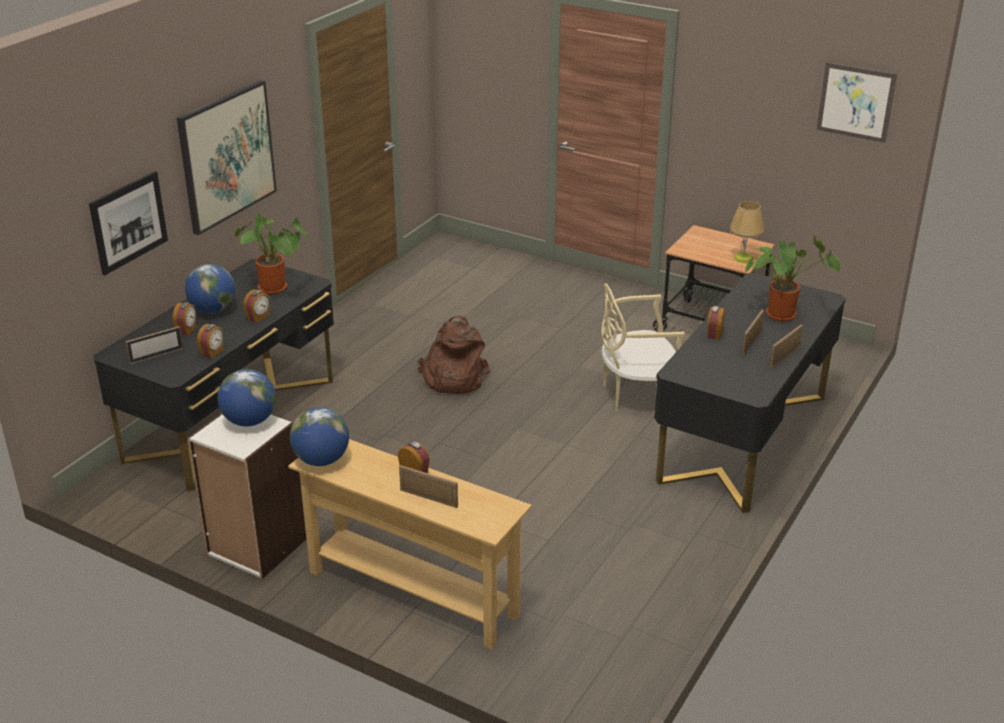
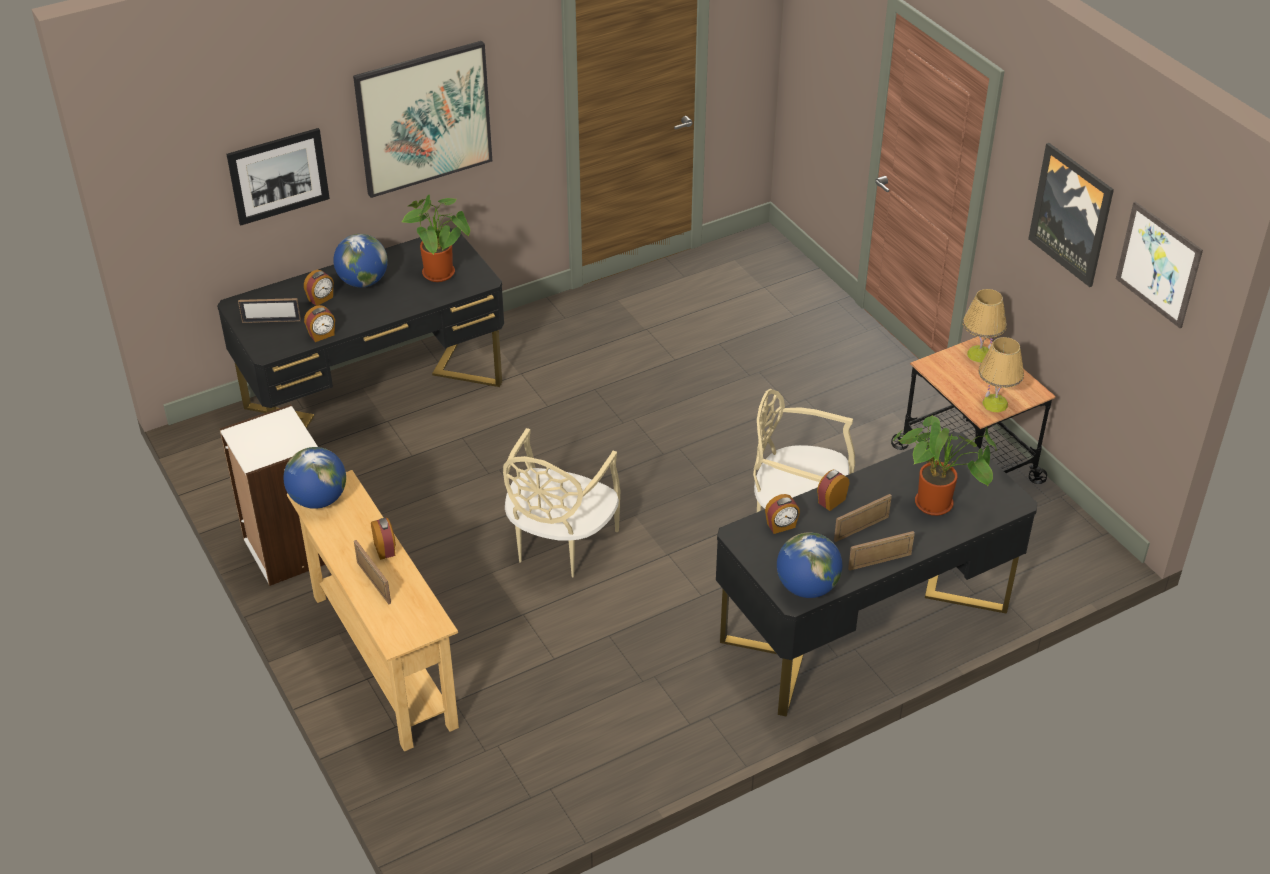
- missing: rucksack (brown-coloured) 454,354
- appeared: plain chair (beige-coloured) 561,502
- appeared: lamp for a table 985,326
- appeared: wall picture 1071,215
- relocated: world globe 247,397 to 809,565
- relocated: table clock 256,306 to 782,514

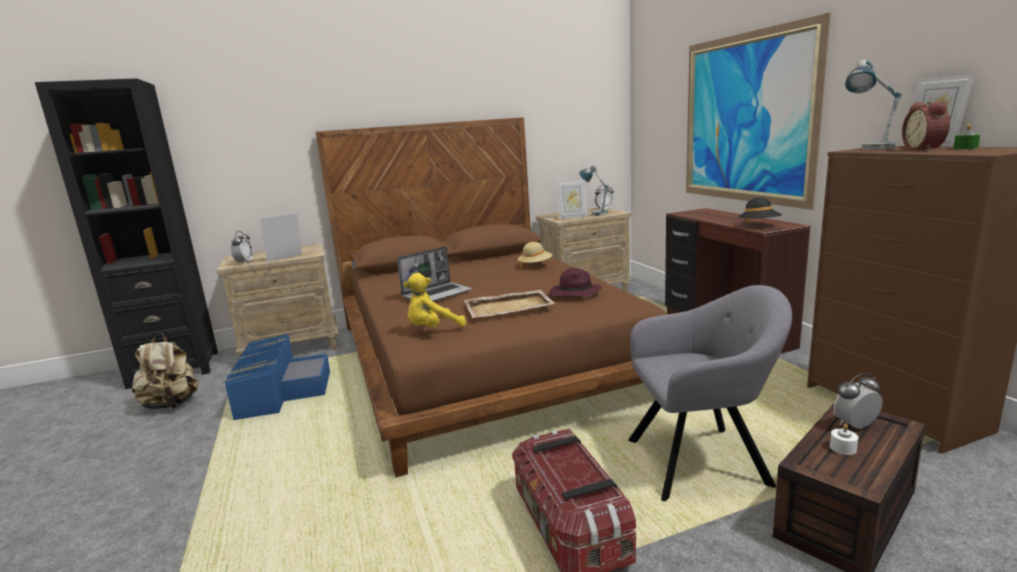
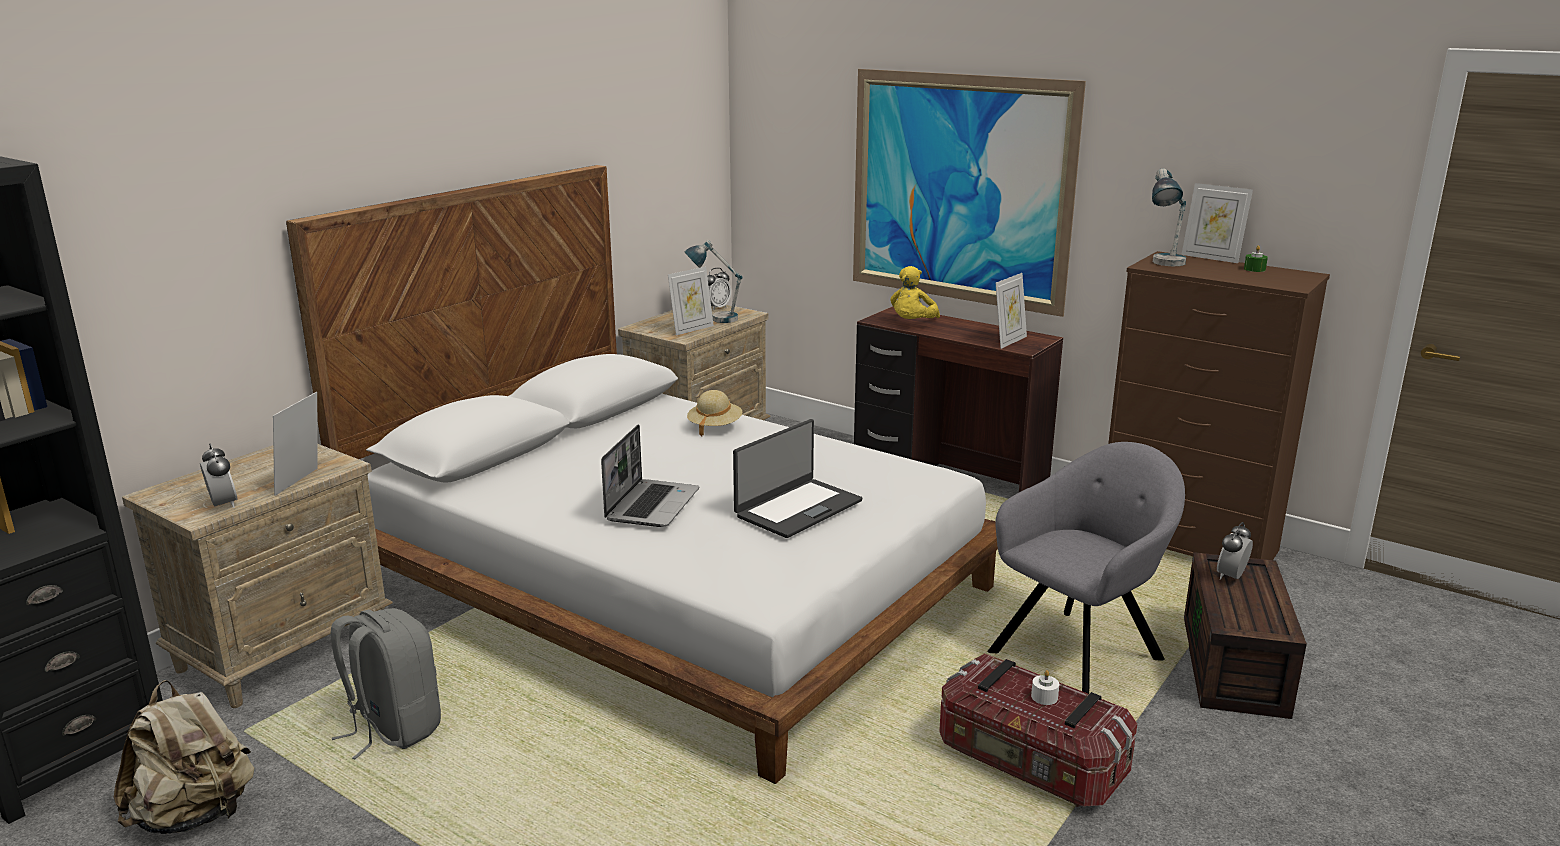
- missing: clothing hat (purple-coloured) 575,283
- missing: table clock 926,125
- relocated: plush toy (yellow-coloured) 435,300 to 915,292
- relocated: wax light (whitish) 844,439 to 1045,687
- exchanged: storage container (bluish) 277,377 to rucksack (greyish) 385,683
- exchanged: serving tray (beige-coloured) 509,304 to portable computer 797,478
- exchanged: clothing hat (black-coloured) 760,210 to picture frame 1011,311
- colour: bed (brown-coloured) 491,297 to bed (whitish) 642,474

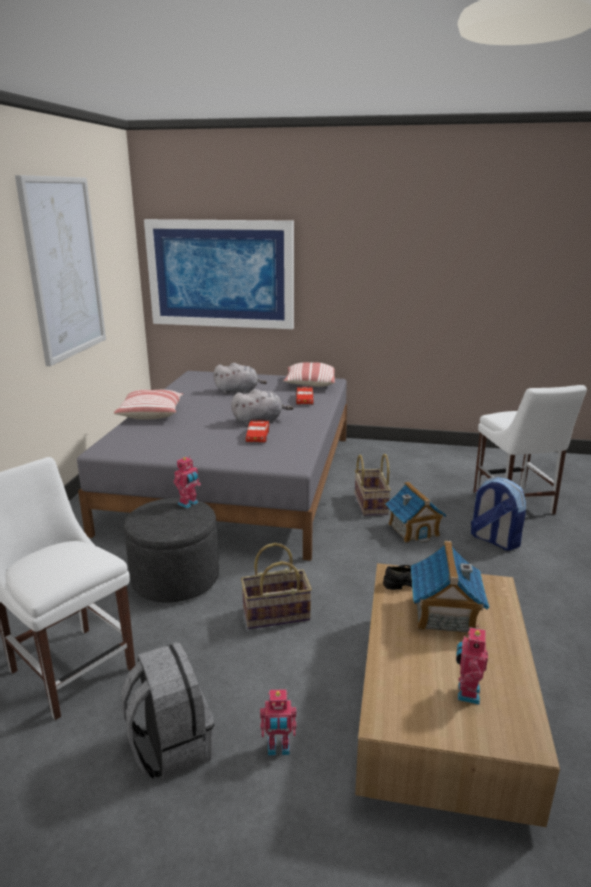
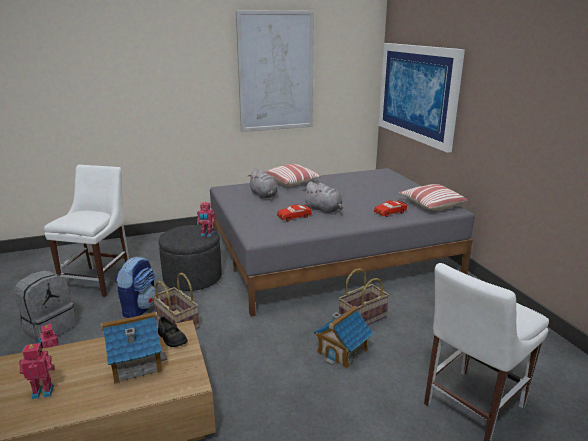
- relocated: plush toy (greyish) 240,378 to 263,183
- relocated: rucksack 498,514 to 135,287

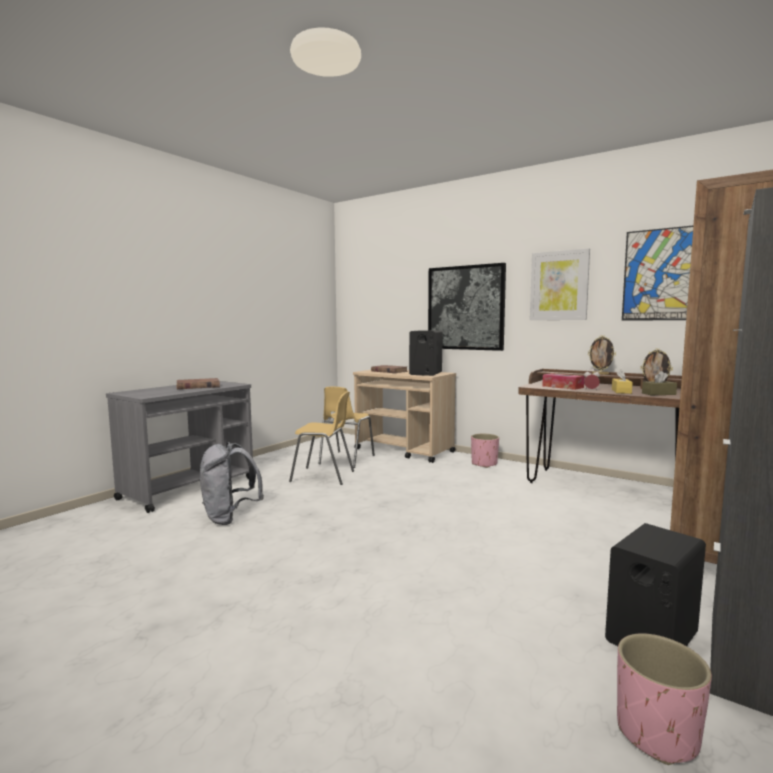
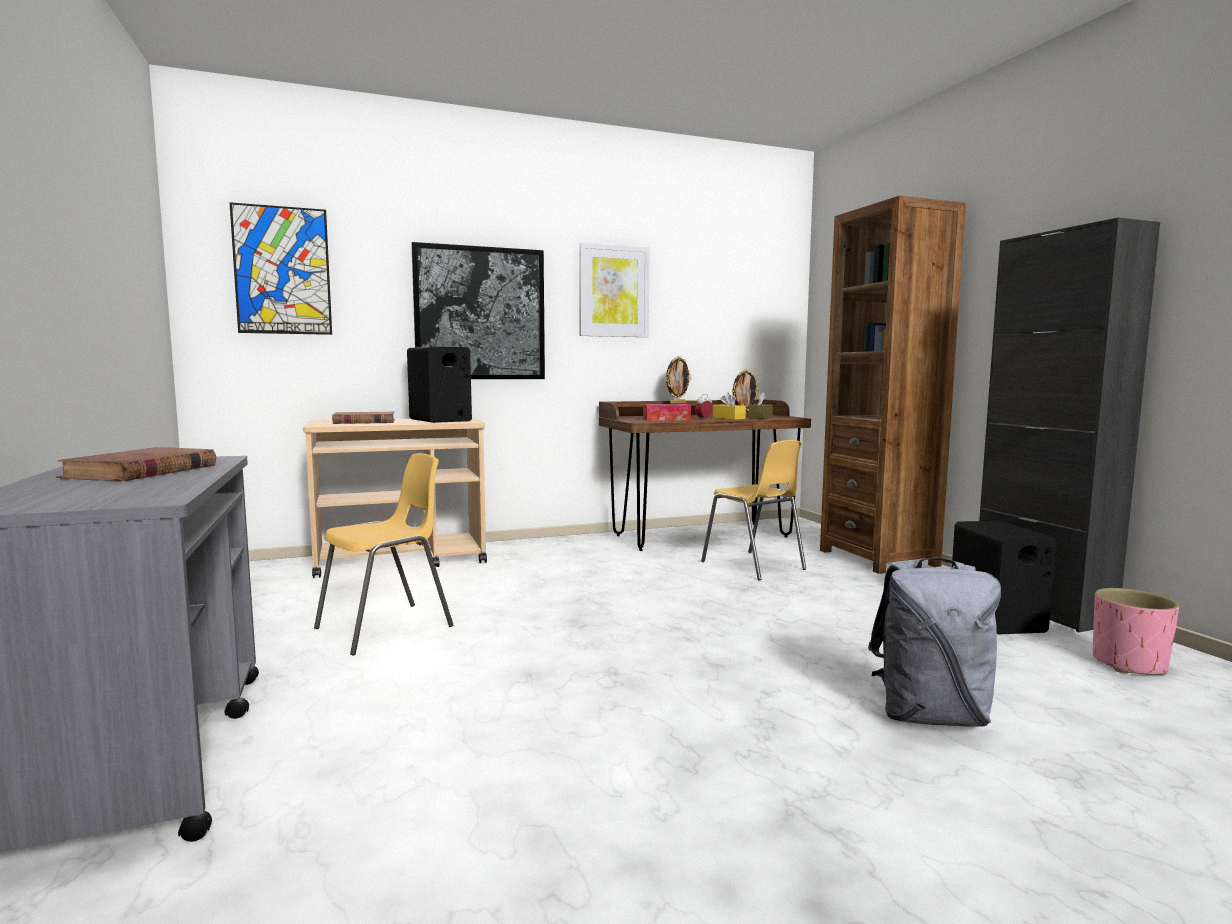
- missing: planter (pink-coloured) 485,451
- relocated: rucksack (greyish) 232,483 to 934,642
- relocated: plain chair (yellow-coloured) 347,427 to 753,510
- relocated: wall picture 657,273 to 280,268

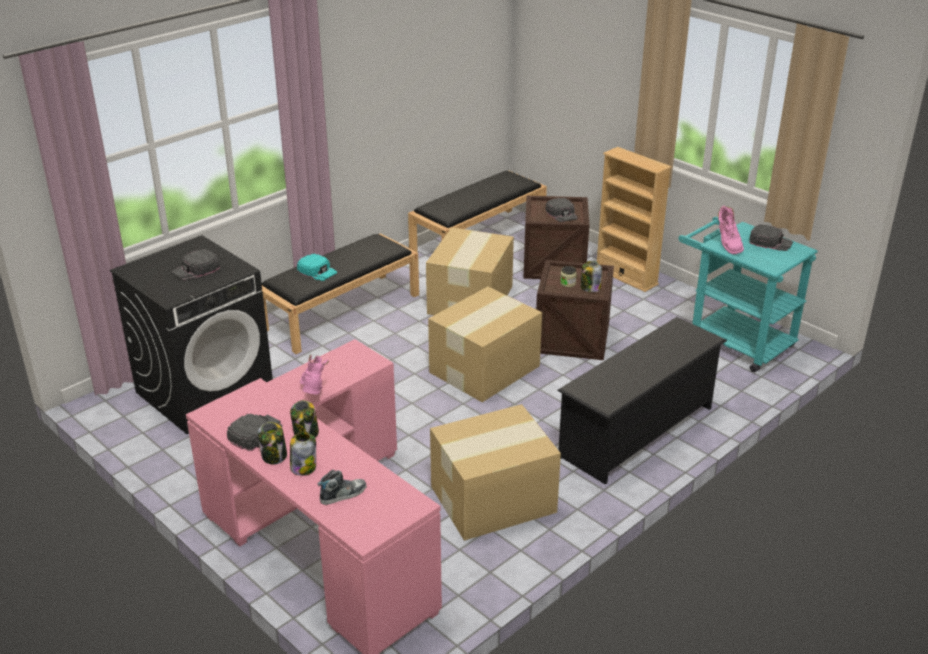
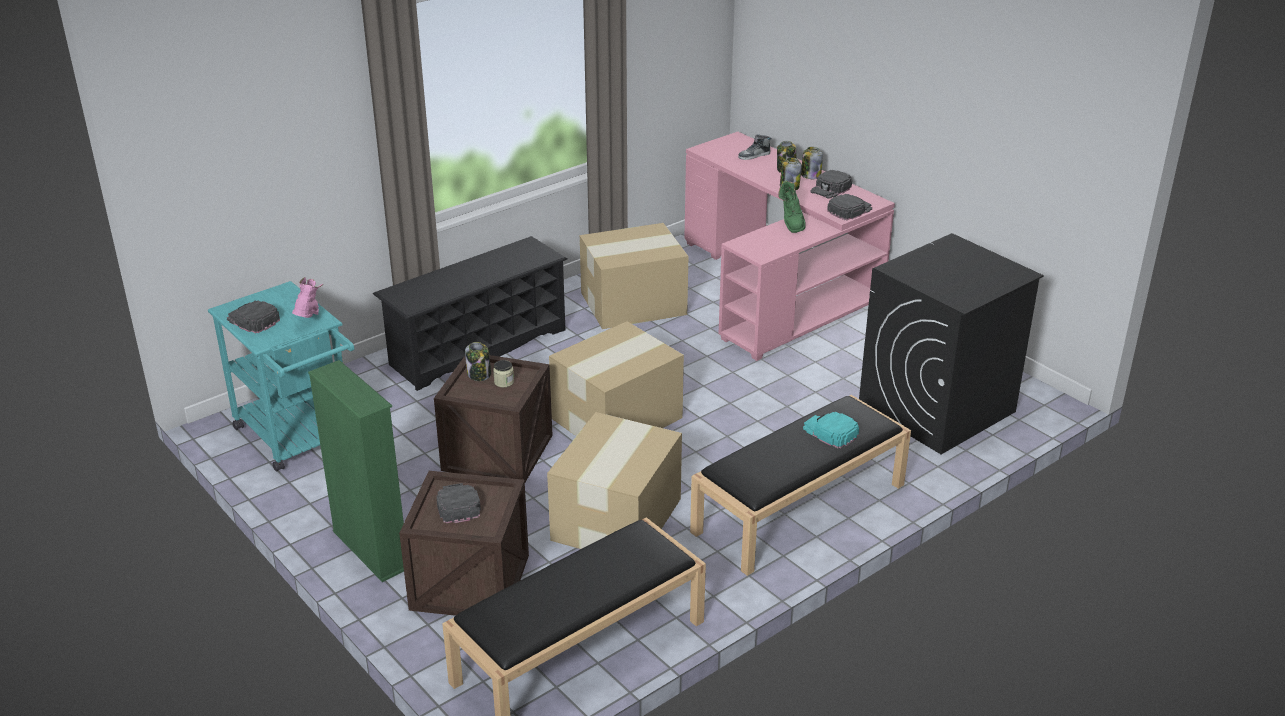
- relocated: peaked cap (black-coloured) 196,265 to 849,207
- colour: high-top boot (pink-coloured) 314,375 to high-top boot (green-coloured) 792,206
- colour: shelving unit (beige-coloured) 634,219 to shelving unit (green-coloured) 356,471

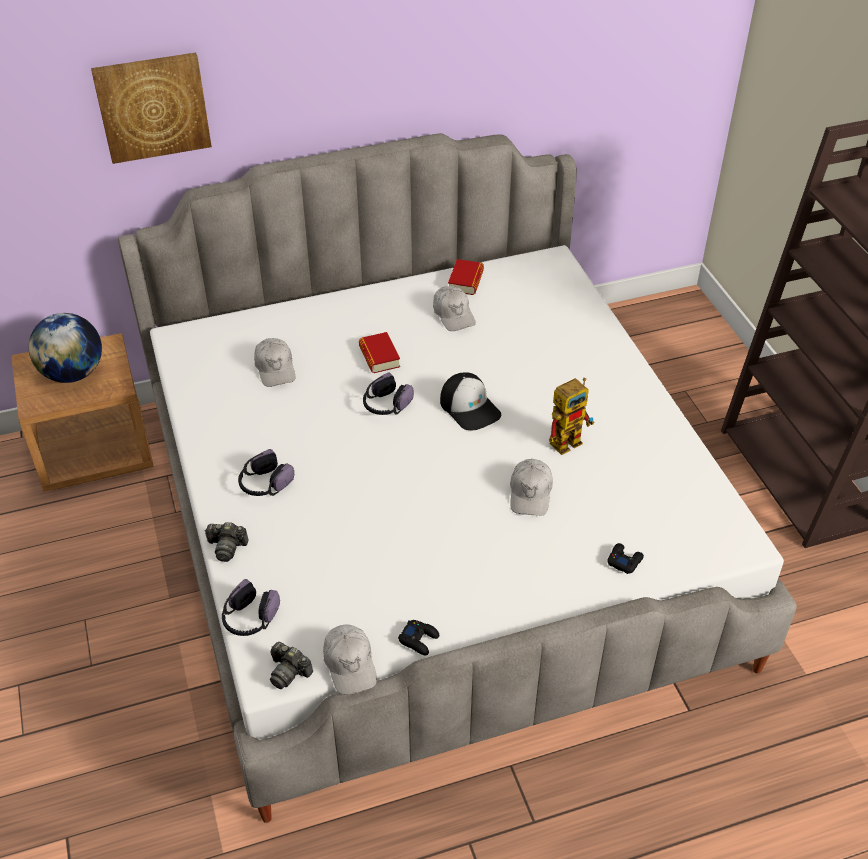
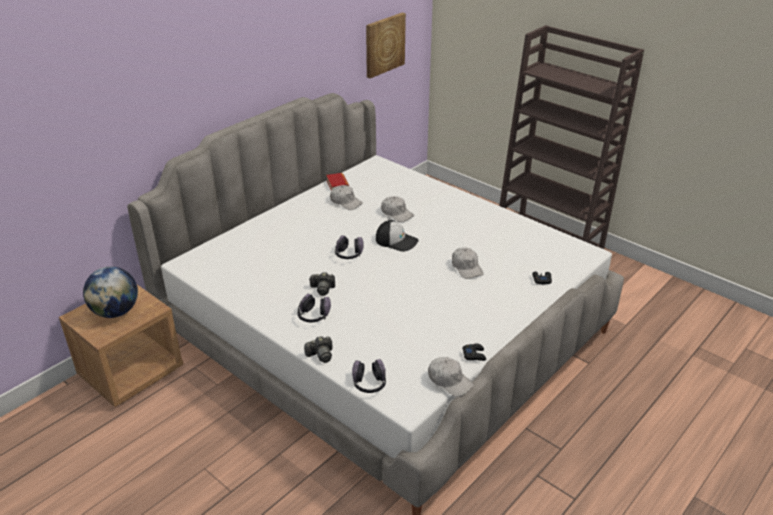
- missing: book 379,352
- missing: model robot 572,416
- relocated: wall picture 151,108 to 386,45
- relocated: peaked cap (whitish) 274,362 to 397,209
- relocated: photo camera 291,665 to 322,284

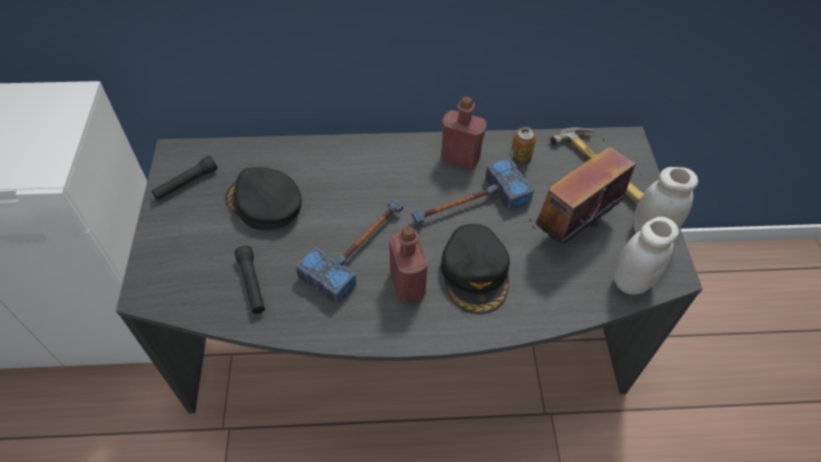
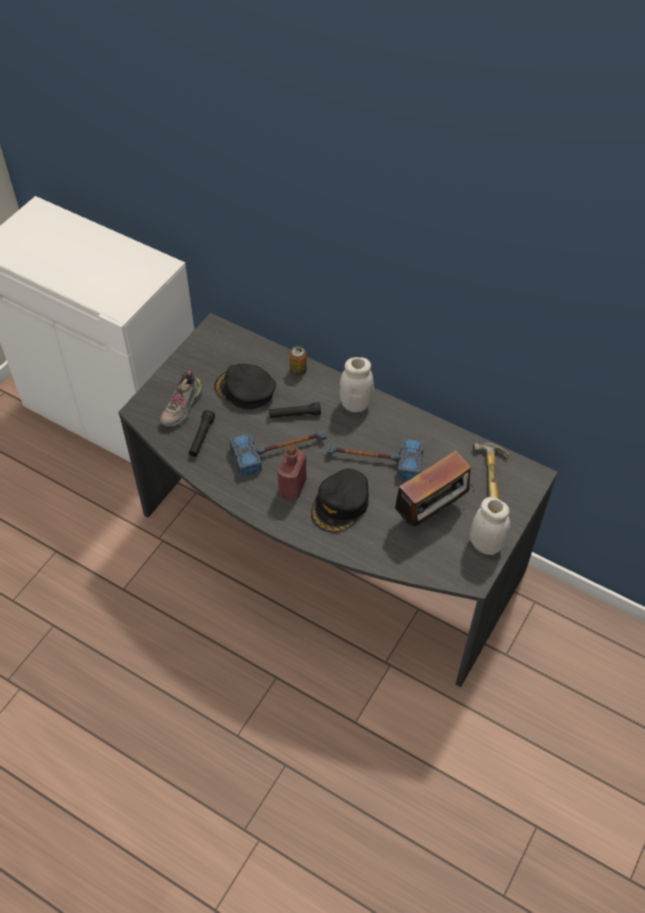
- missing: drink bottle (red) 464,132
- appeared: low shoe 181,399
- relocated: hand torch (black-coloured) 184,178 to 295,410
- relocated: metal can 523,145 to 298,361
- relocated: preserve jar (whitish) 646,256 to 356,384
- spun: peaked cap (black-coloured) 263,199 = 245,386 45 degrees counterclockwise
- spun: radio 583,191 = 434,488 150 degrees clockwise

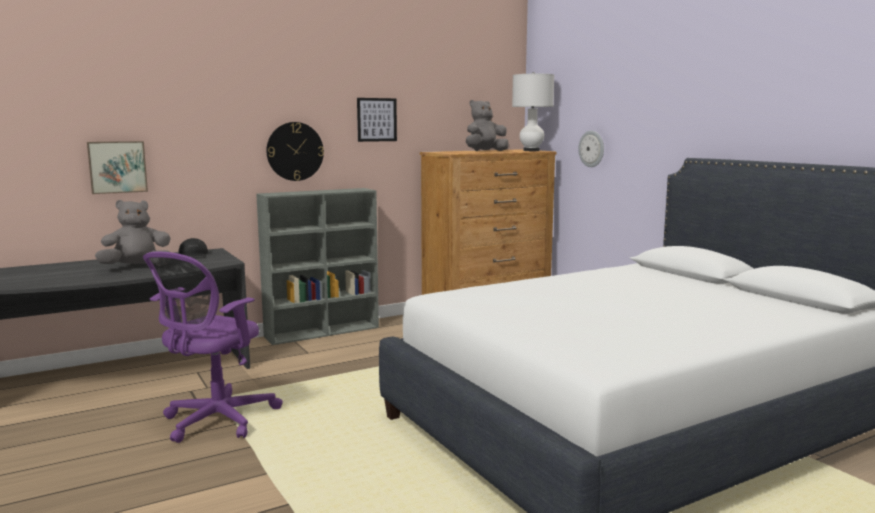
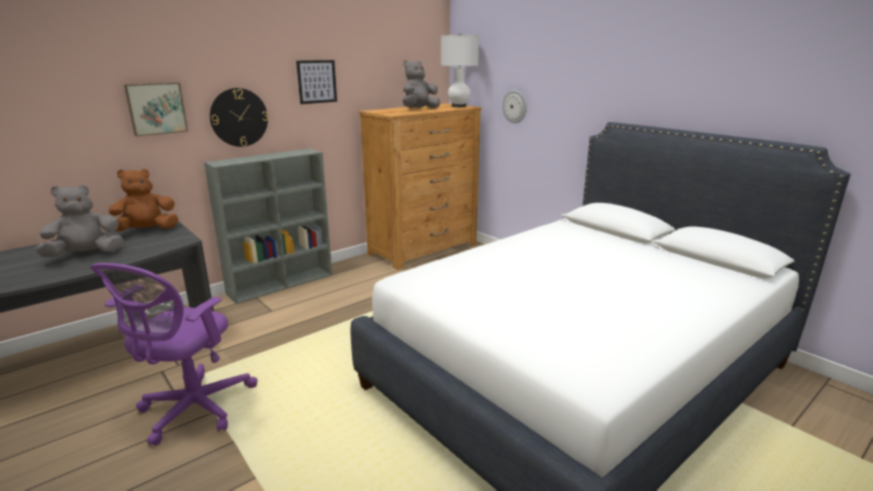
- relocated: wall picture 117,167 to 156,109
- exchanged: peaked cap (black-coloured) 193,247 to plush toy (brown-coloured) 144,200

